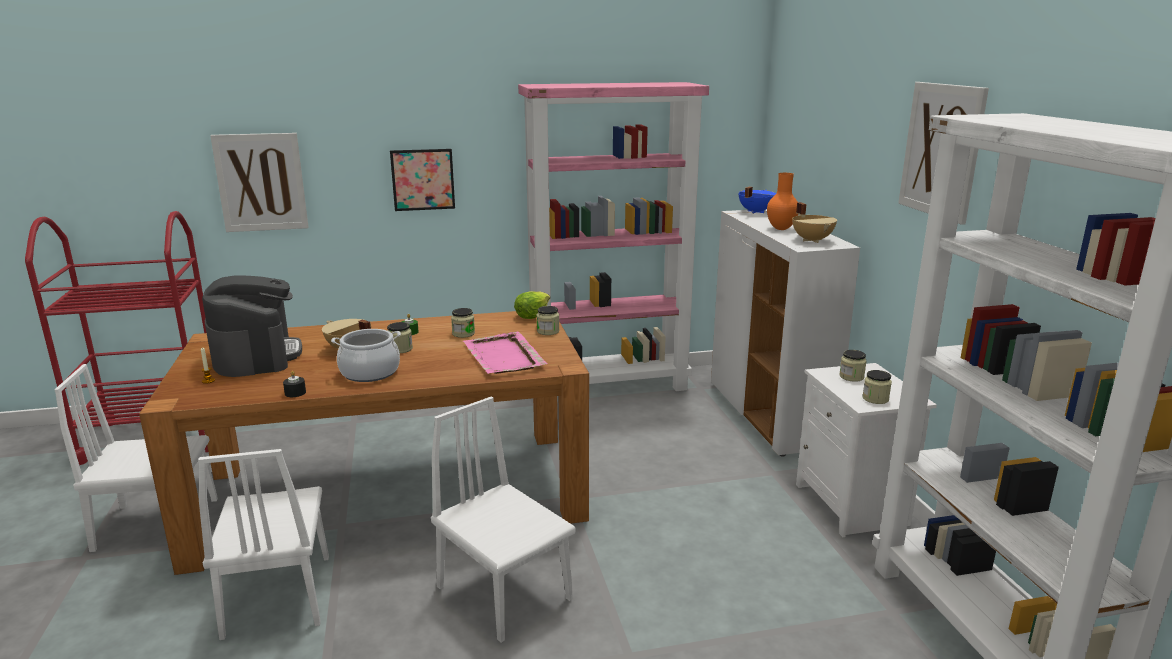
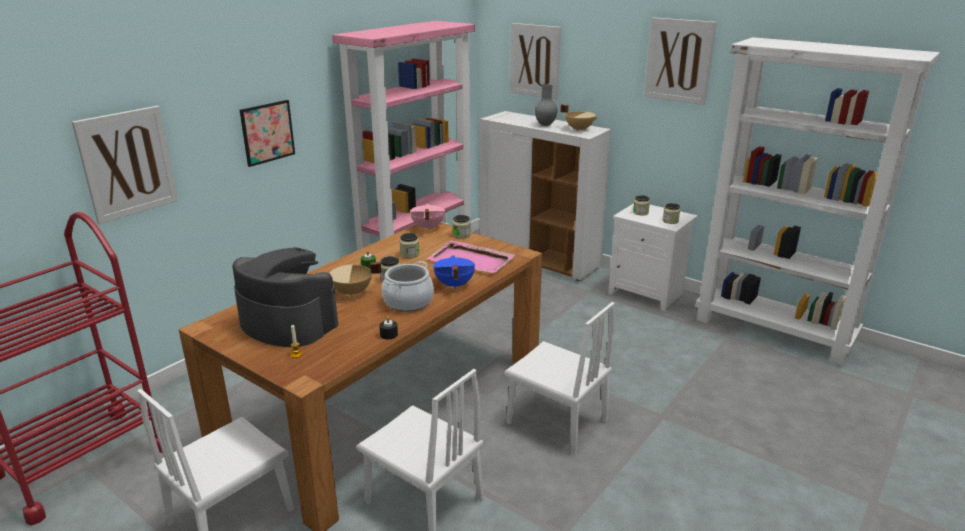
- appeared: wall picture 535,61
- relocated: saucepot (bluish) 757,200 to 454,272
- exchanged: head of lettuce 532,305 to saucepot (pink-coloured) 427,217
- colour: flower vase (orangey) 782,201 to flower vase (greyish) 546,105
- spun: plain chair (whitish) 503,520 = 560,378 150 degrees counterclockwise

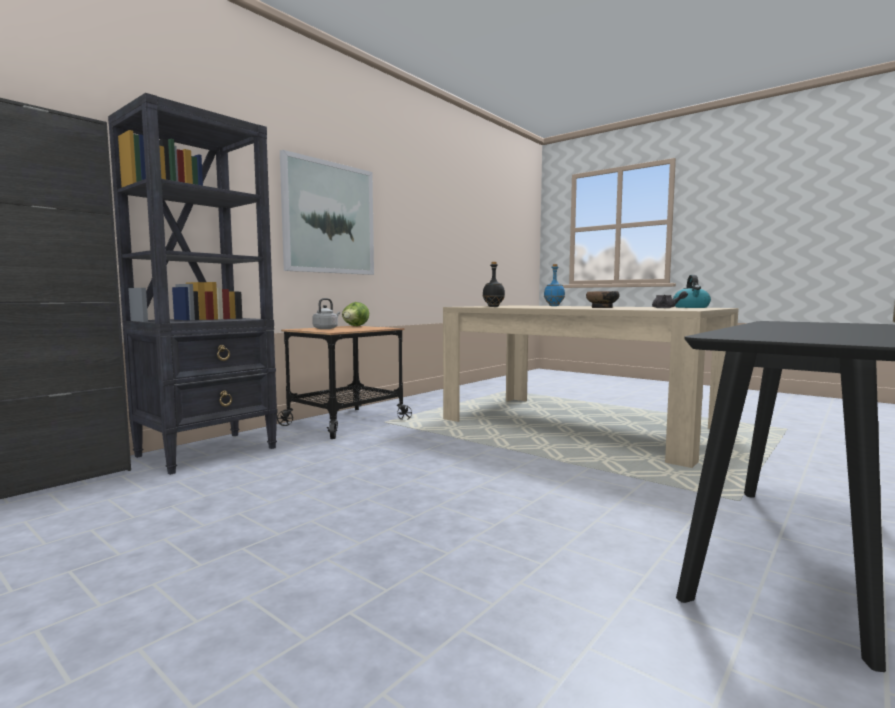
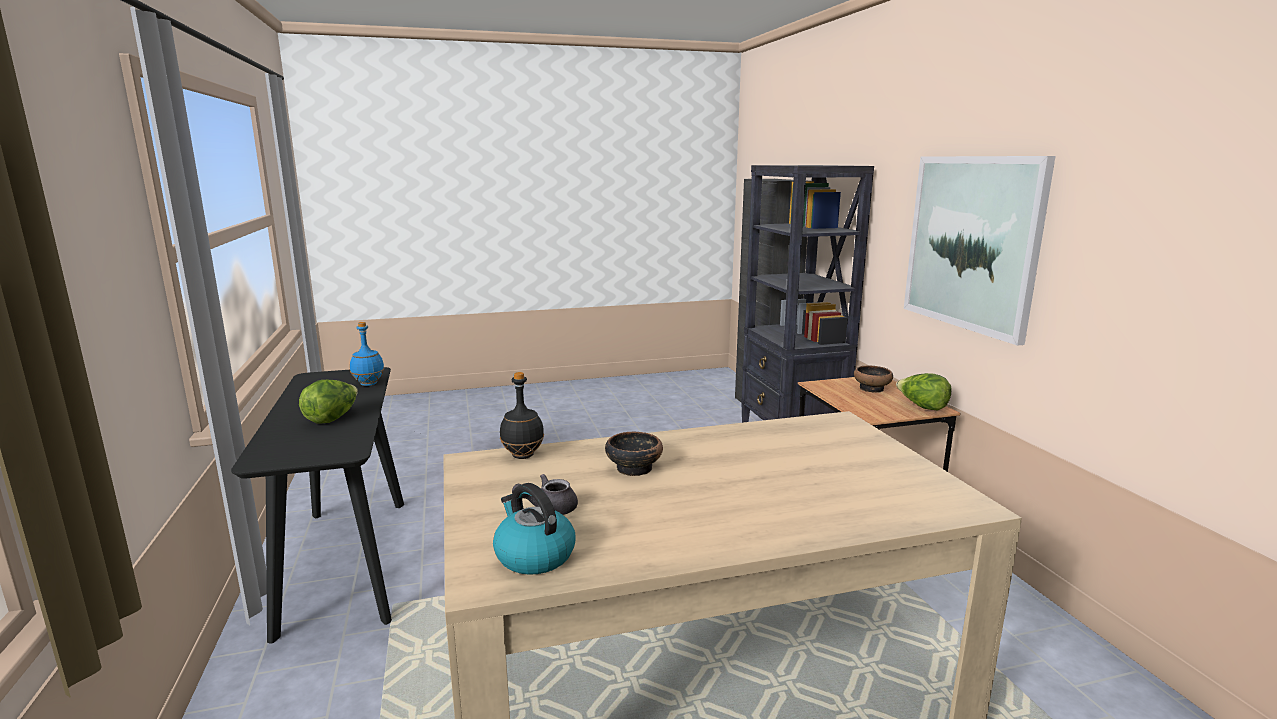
- appeared: head of lettuce 328,401
- relocated: drink bottle (black-coloured) 494,284 to 522,415
- relocated: drink bottle (bluish) 554,285 to 367,354
- exchanged: kettle (greyish) 326,313 to bowl 873,379

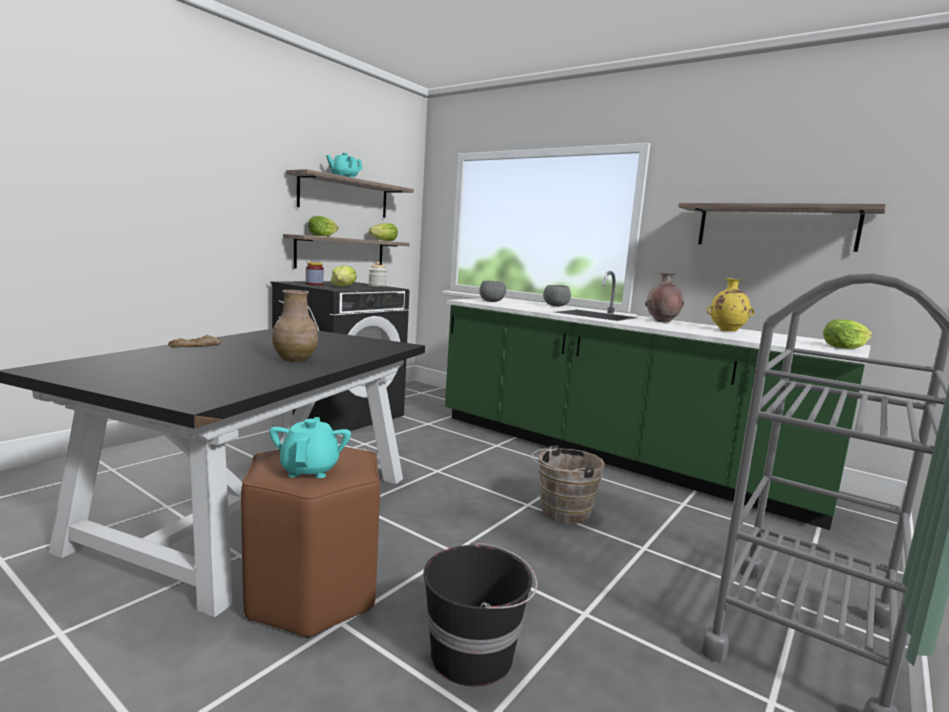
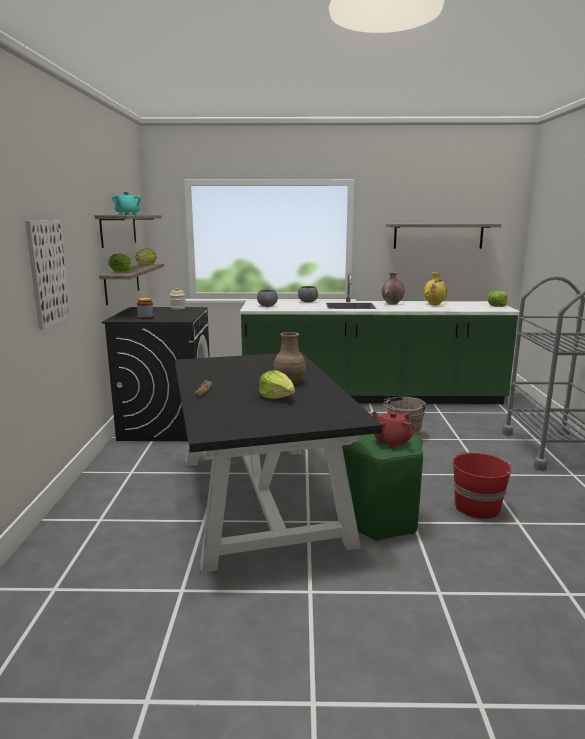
- appeared: wall picture 48,275
- relocated: head of lettuce 344,275 to 277,384
- colour: stool (brown-coloured) 310,541 to stool (green-coloured) 382,487
- colour: teapot (blue-green) 310,447 to teapot (red) 393,430
- colour: pail (black-coloured) 480,614 to pail (red) 483,485

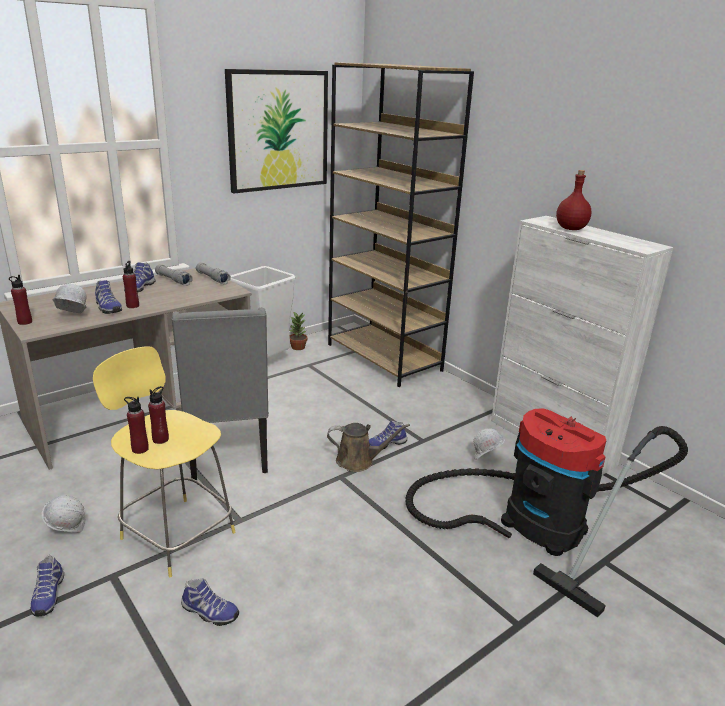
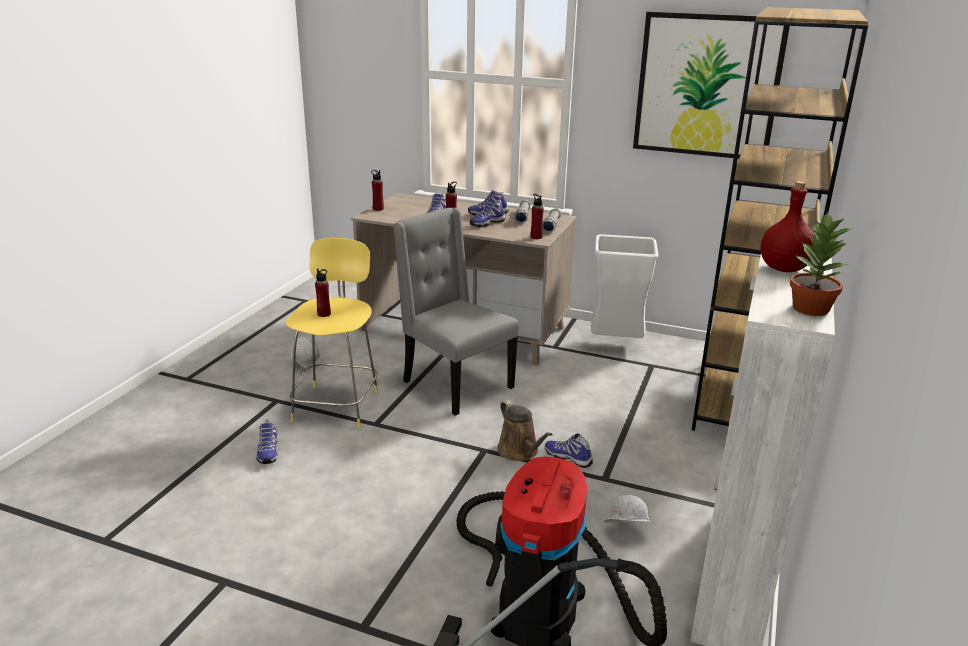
- missing: work helmet (whitish) 69,298
- relocated: low shoe 47,585 to 488,212
- relocated: drink bottle (red) 136,425 to 537,216
- relocated: plant in a pot 298,331 to 821,264
- spun: plain chair (greyish) 220,394 = 456,312 90 degrees clockwise

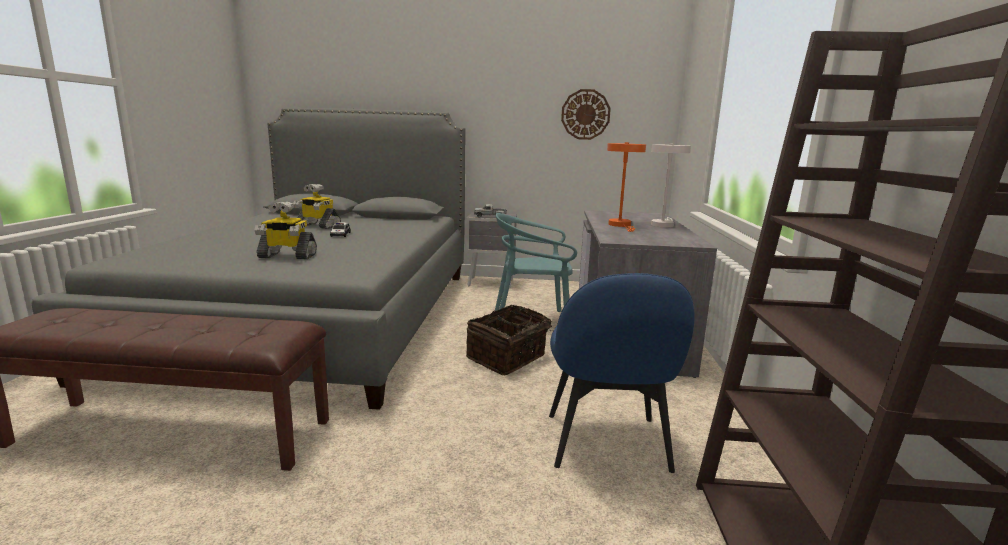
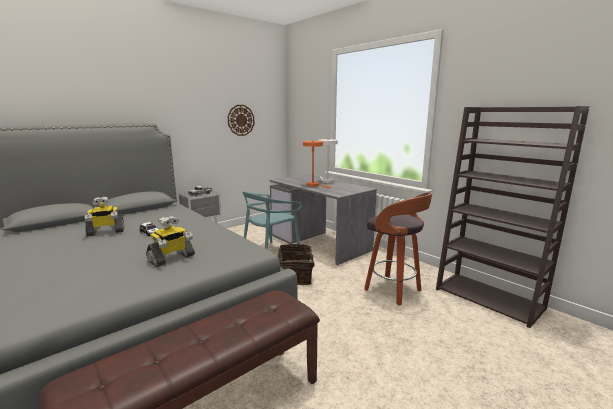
- exchanged: plain chair (bluish) 622,373 to stool 398,248

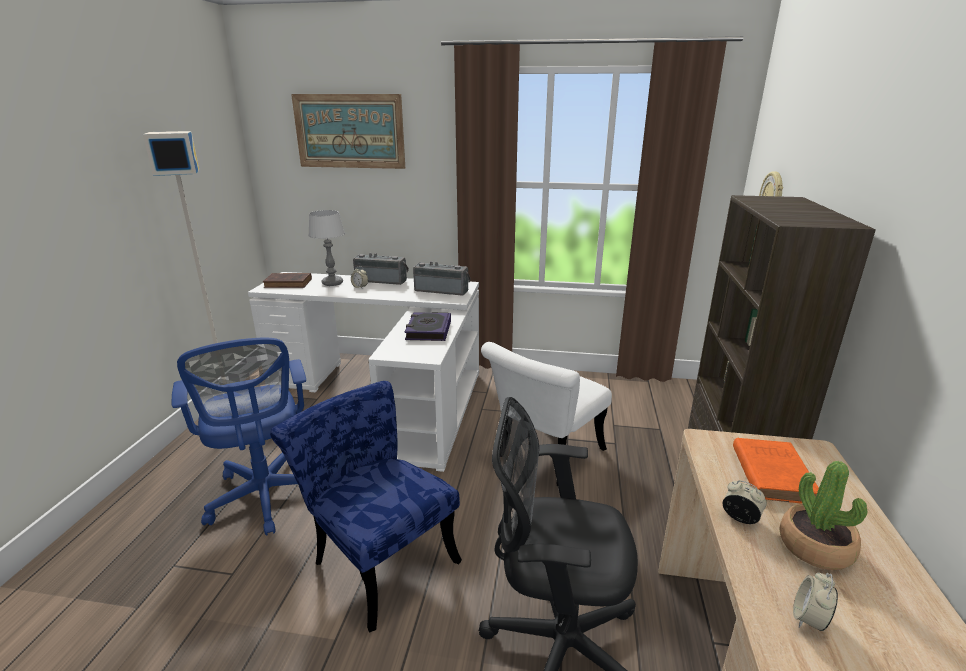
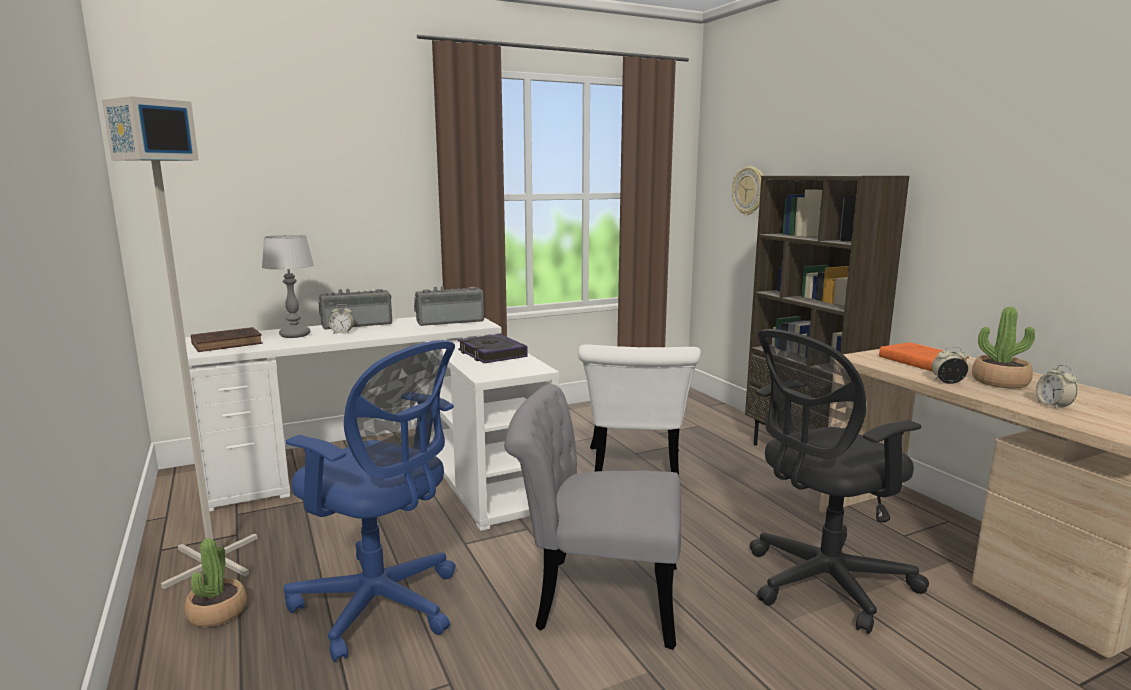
- missing: wall picture 348,131
- appeared: plant in a pot 216,582
- colour: plain chair (bluish) 366,507 to plain chair (greyish) 593,517

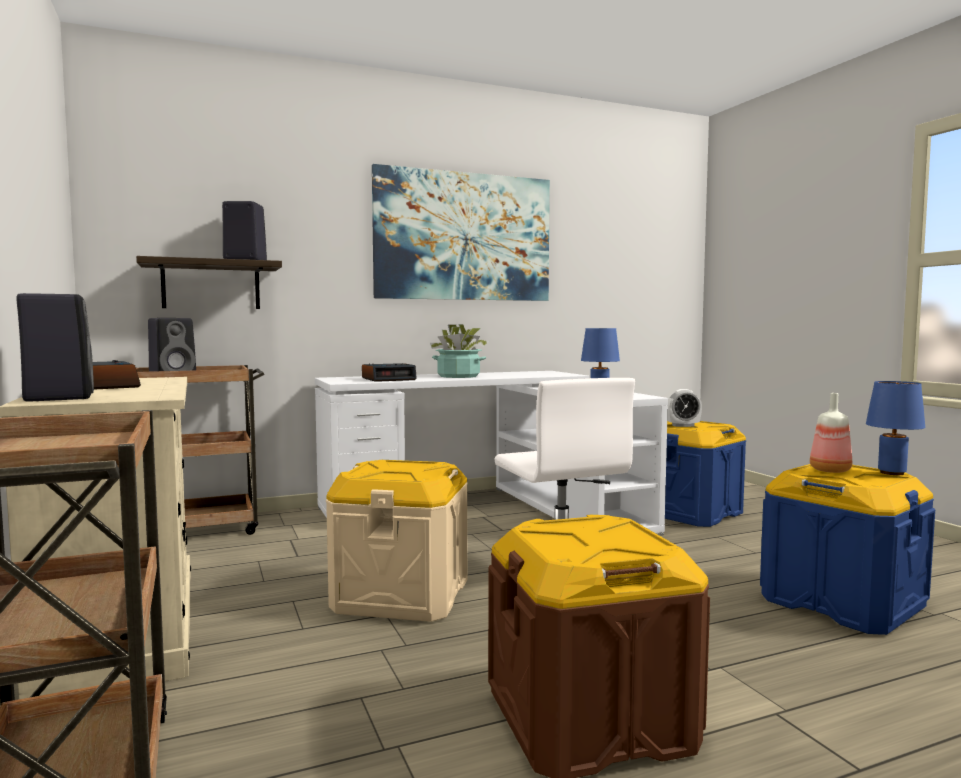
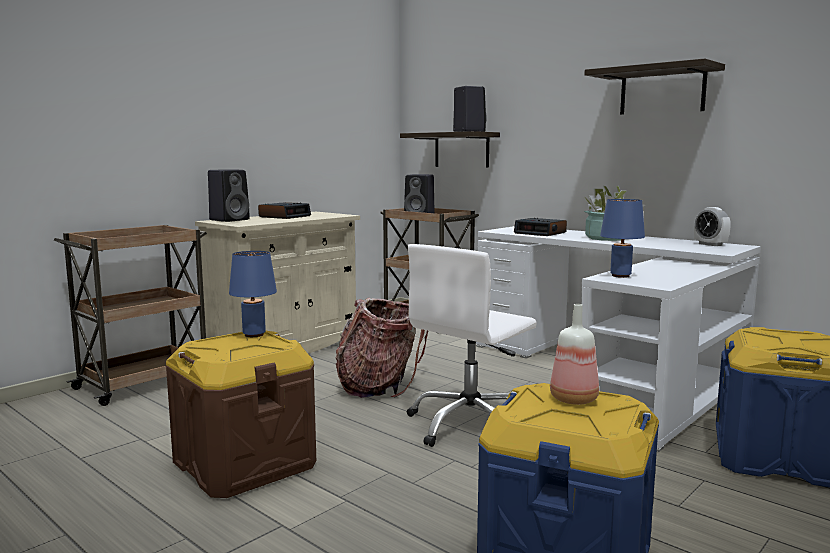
- relocated: table clock 684,408 to 712,226
- relocated: lamp for a table (bluish) 895,428 to 253,294
- exchanged: storage container (beige-coloured) 397,541 to rucksack 381,348
- exchanged: wall picture 461,232 to shelf 654,86

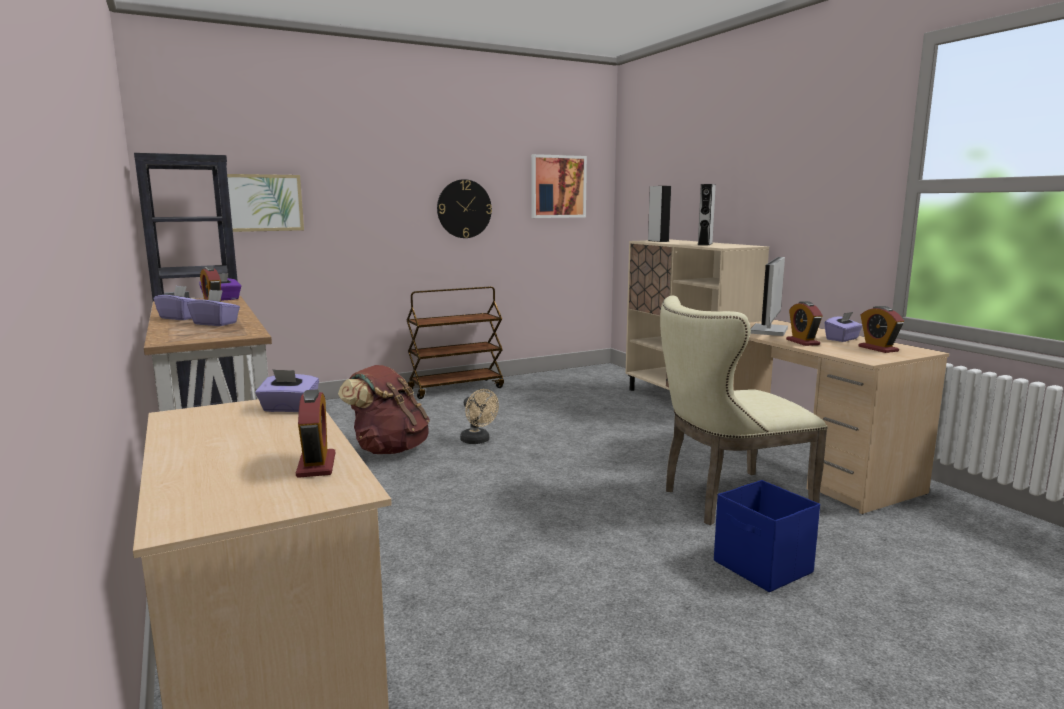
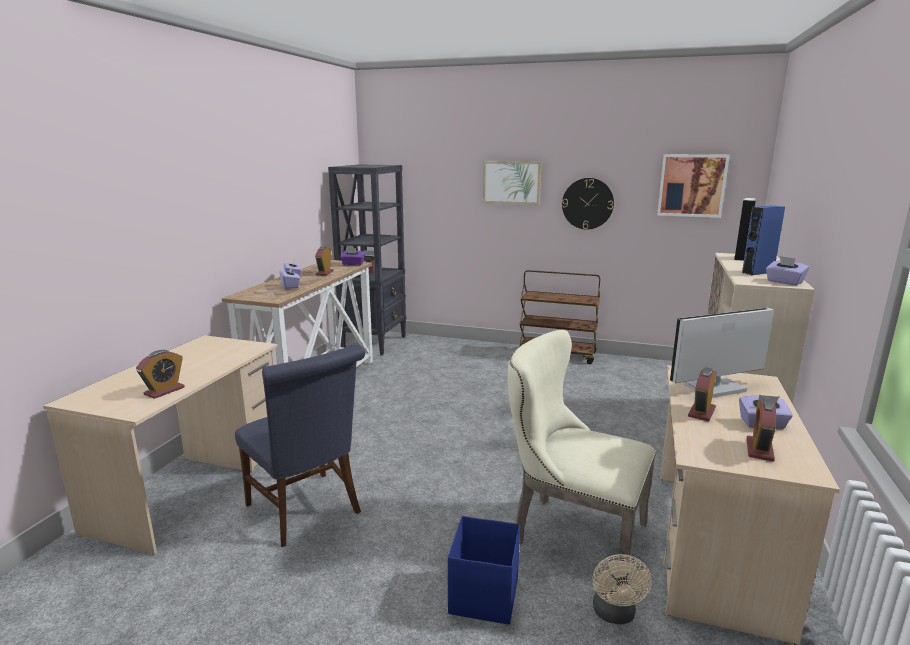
- missing: rucksack (brown-coloured) 384,409
- appeared: plain chair (bluish) 300,446
- relocated: wall picture 265,203 to 512,183
- relocated: tissue holder (purple-coloured) 287,390 to 787,270
- relocated: cooling fan (beige-coloured) 479,416 to 622,586
- colour: speaker (greyish) 707,214 to speaker (bluish) 763,240

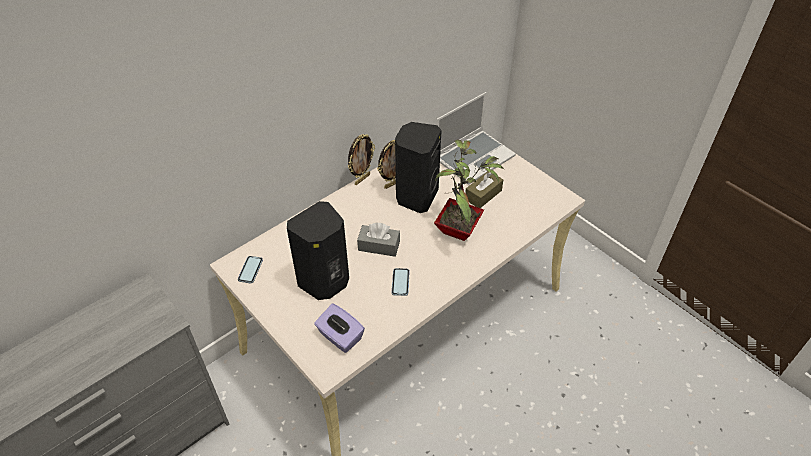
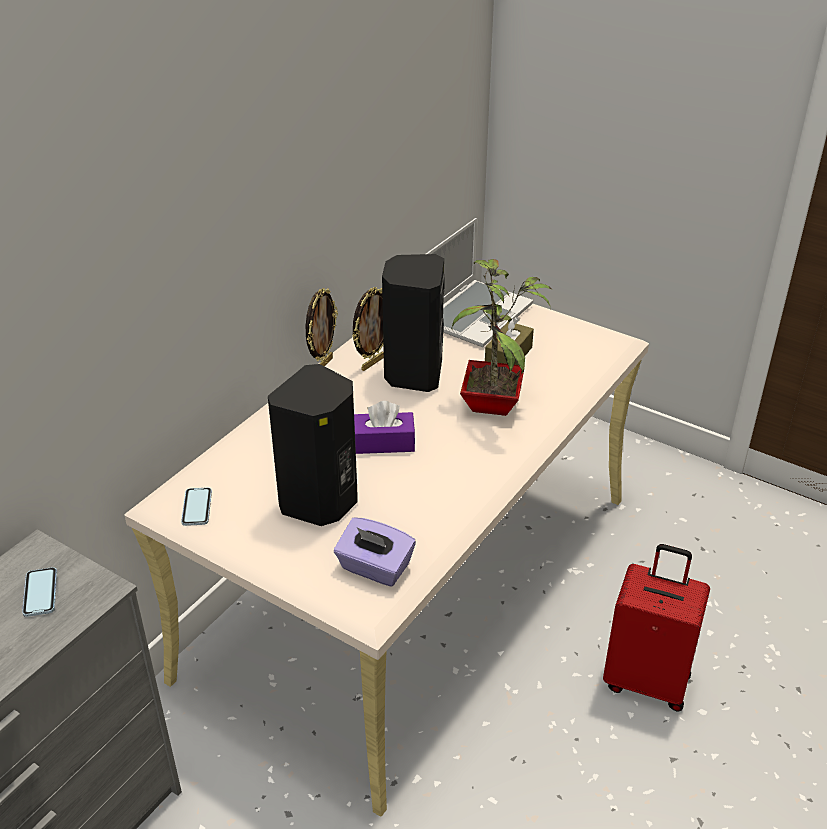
- appeared: suitcase (red) 656,628
- relocated: phone 401,282 to 39,592
- colour: tissue holder (greyish) 378,240 to tissue holder (purple-coloured) 384,427

